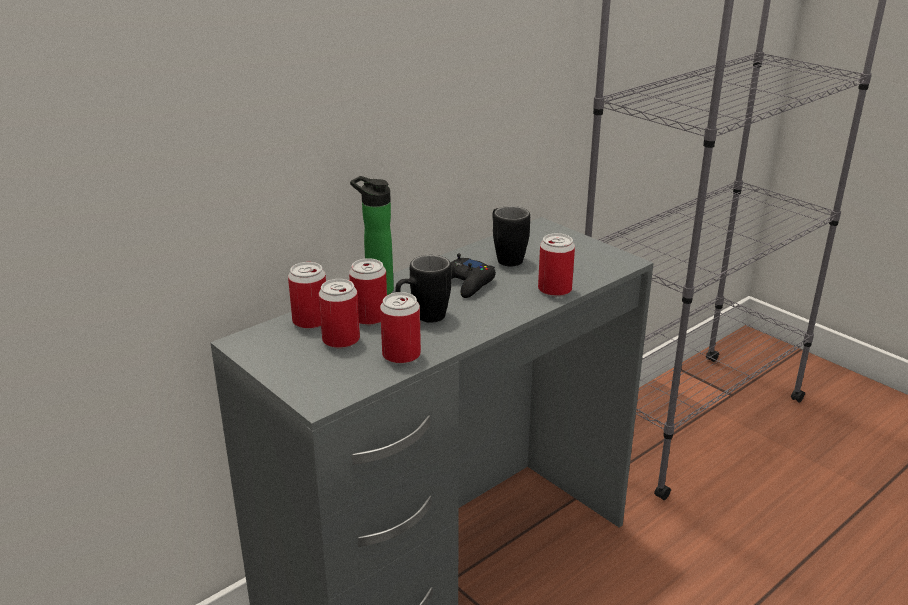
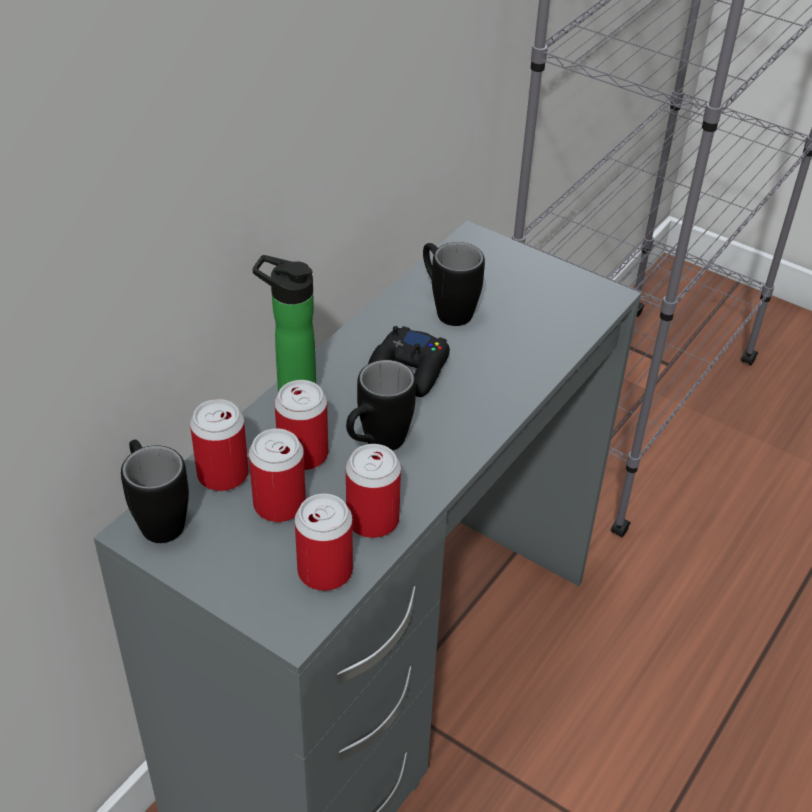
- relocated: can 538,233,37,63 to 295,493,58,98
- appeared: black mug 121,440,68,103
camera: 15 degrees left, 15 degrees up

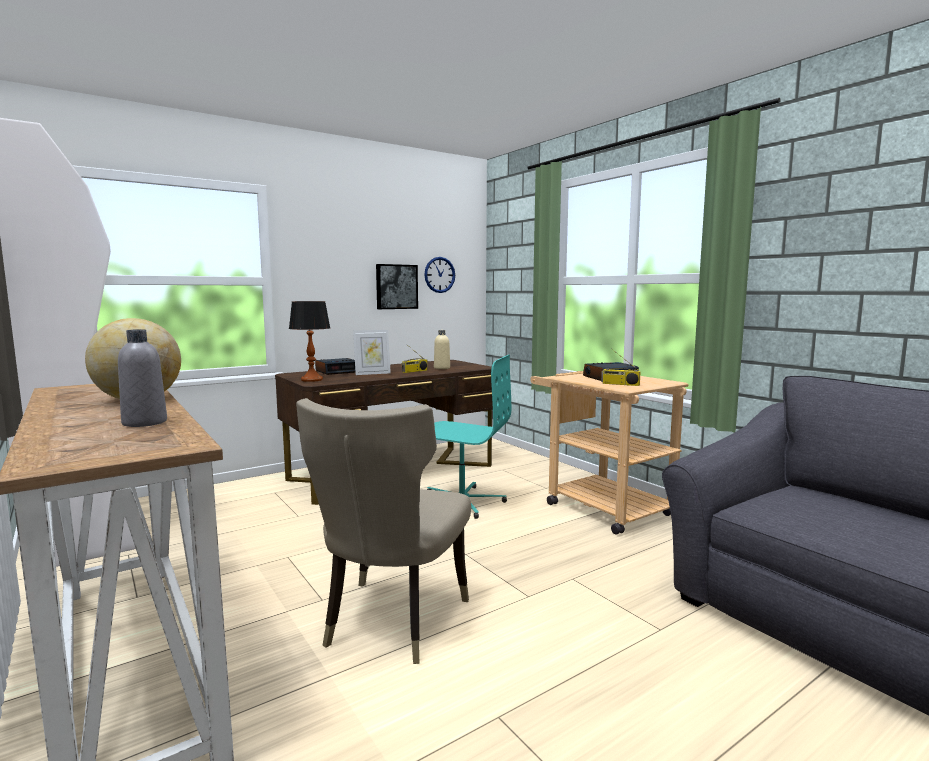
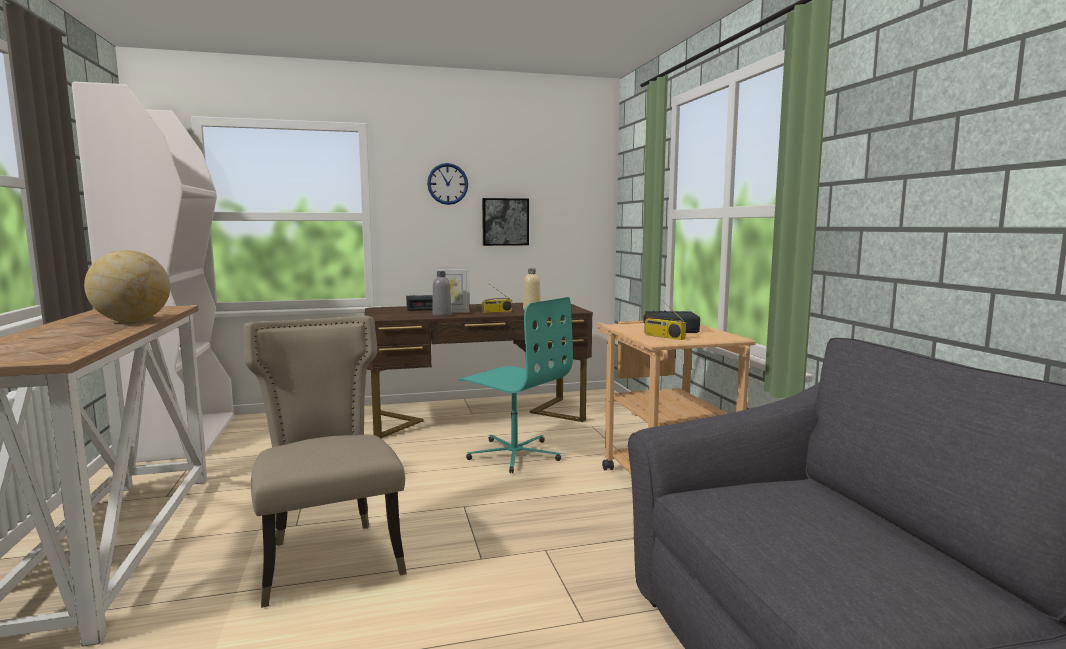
- relocated: wall clock 424,257,31,36 to 427,163,41,42
- missing: table lamp 289,301,41,81
- relocated: grey bottle 118,329,49,98 to 432,271,20,45
- spun: beige chair 296,398,175,266 = 244,316,163,292 120 degrees clockwise
camera: 20 degrees right, 0 degrees up

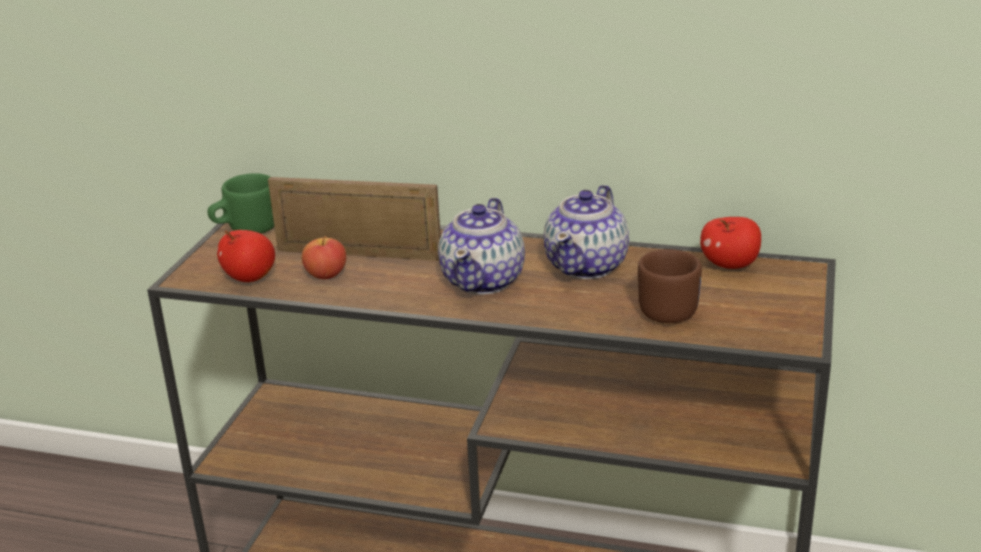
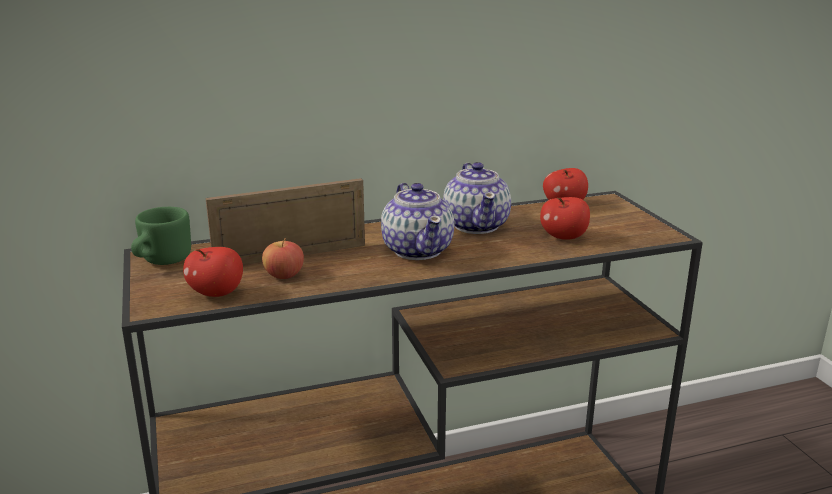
- exchanged: brown mug 638,249,64,74 to apple 540,197,50,43
camera: 35 degrees left, 5 degrees down

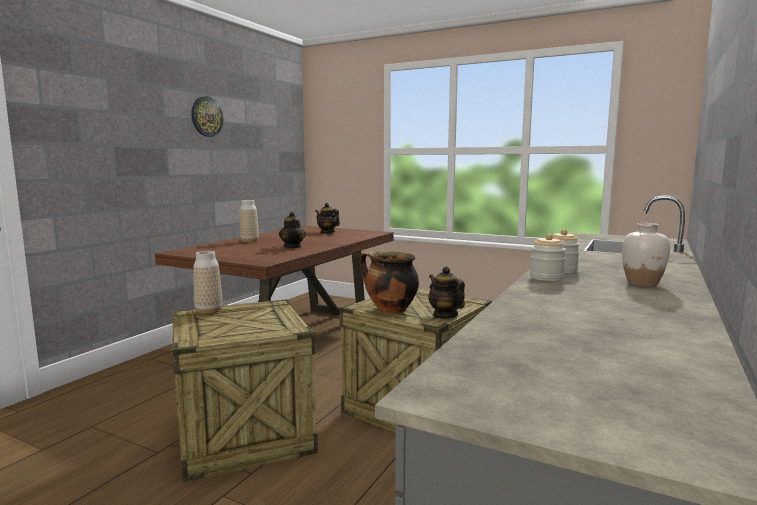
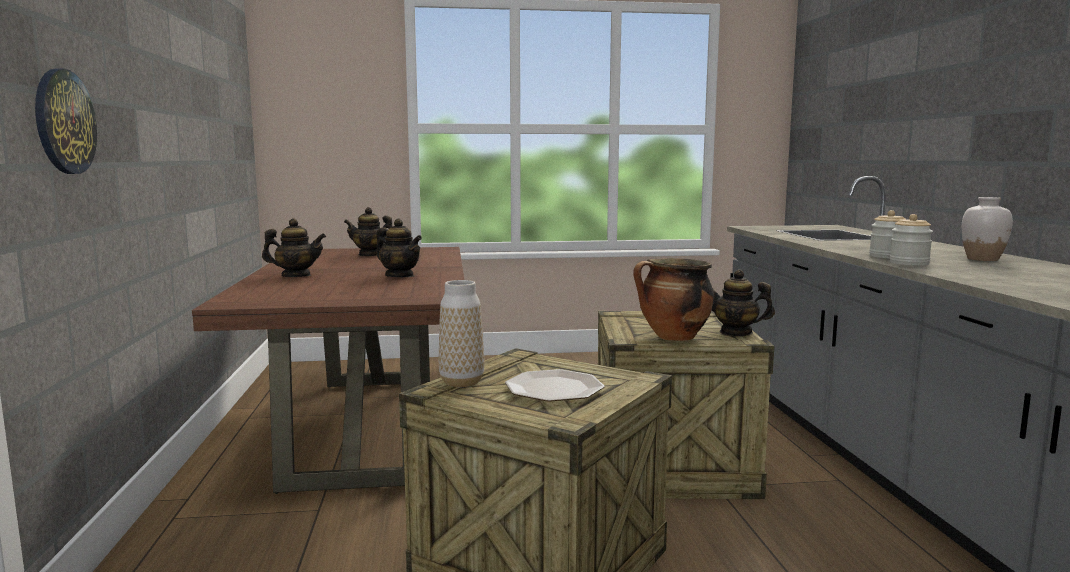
- relocated: wall clock 191,96,32,41 to 35,69,62,105
- exchanged: vase 240,200,19,42 to teapot 262,219,64,58
- appeared: plate 505,369,99,32
camera: 35 degrees left, 0 degrees up

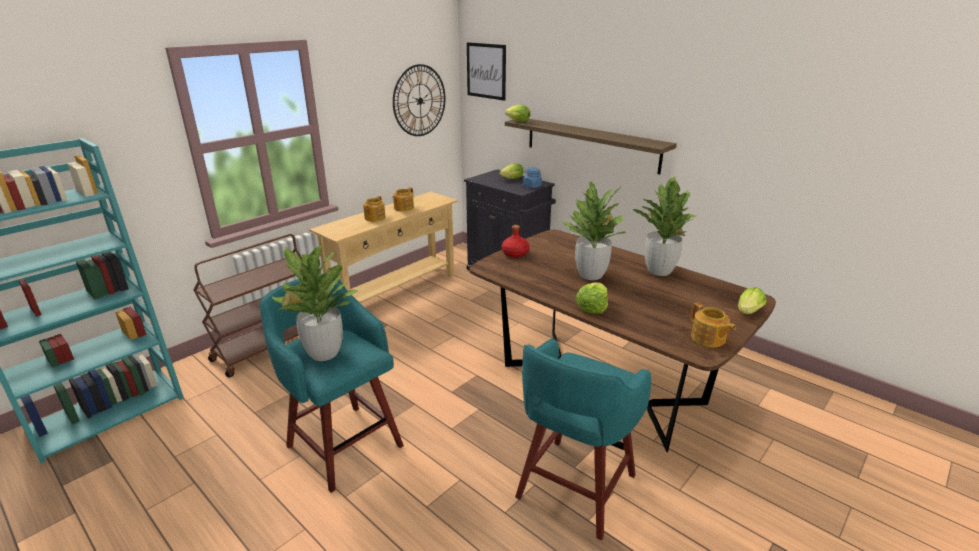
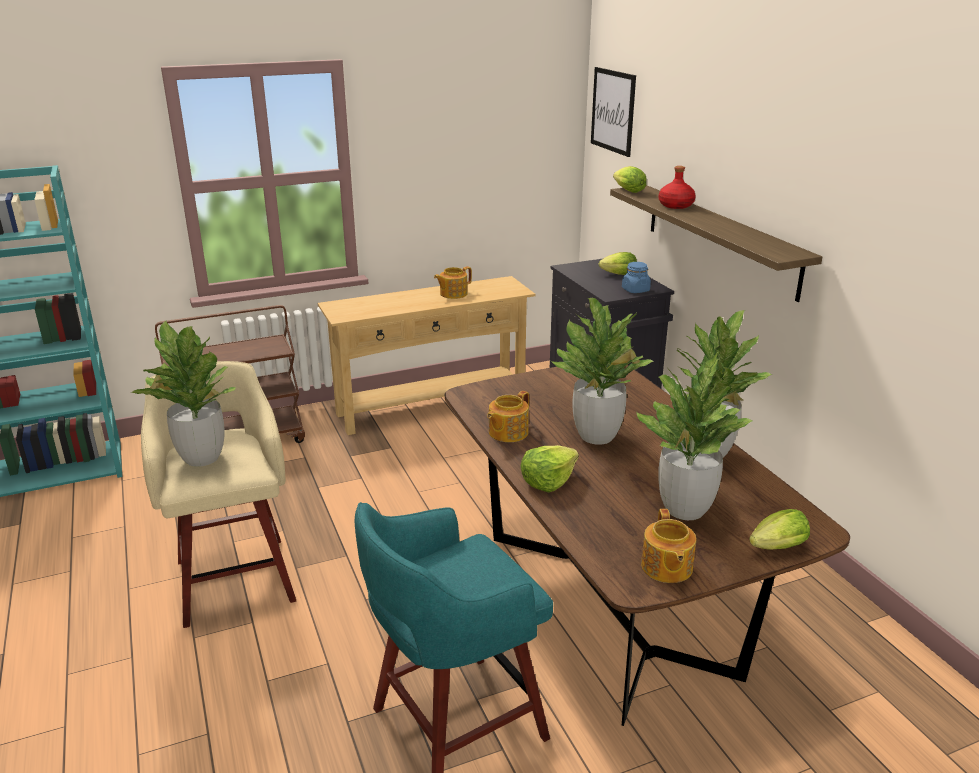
- missing: wall clock 393,64,52,72
- relocated: teapot 363,196,23,26 to 487,391,42,51
- relocated: red bottle 502,225,27,33 to 659,166,37,43
- colour: turquoise stool 260,274,144,219 to beige stool 141,361,155,267
- appeared: potted plant 636,351,116,169
camera: 25 degrees right, 0 degrees up

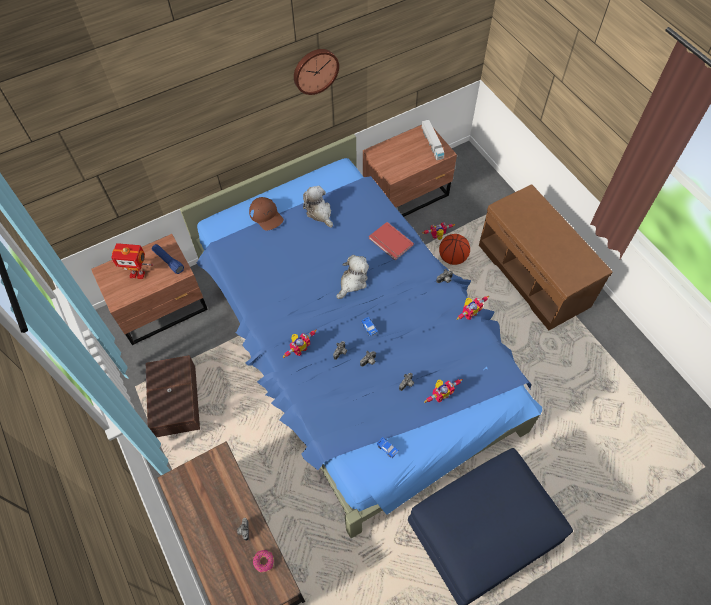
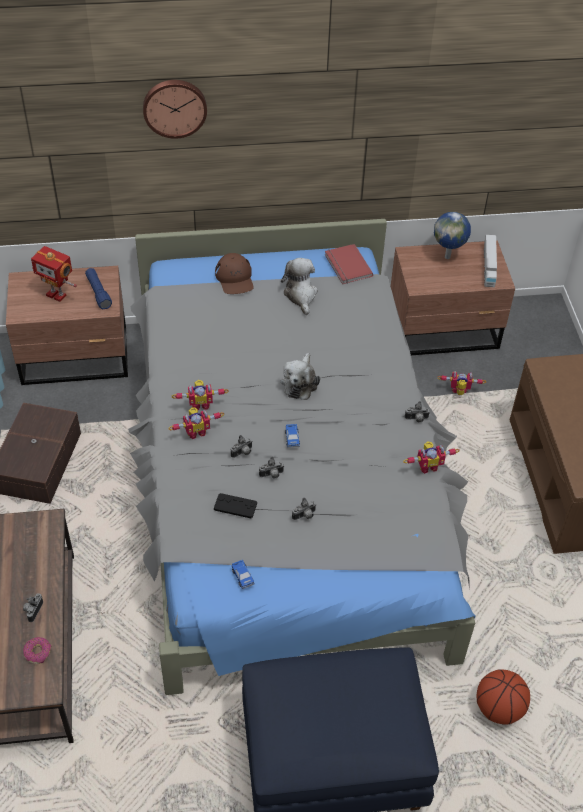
- relocated: wall clock 294,49,45,46 to 143,80,64,59
- colour: blue bed 180,134,362,404 to grey bed 128,219,348,476
- relocated: red book 369,222,45,38 to 325,244,48,40
- relocated: basketball 439,234,31,31 to 477,669,53,56
- spun: plush toy 337,255,32,44 = 281,353,39,47 135 degrees clockwise
- relocated: toy robot 424,379,39,24 to 172,380,57,30
- appeared: globe 434,212,37,47
- appeared: black game controller 214,493,43,25
camera: 20 degrees right, 10 degrees down

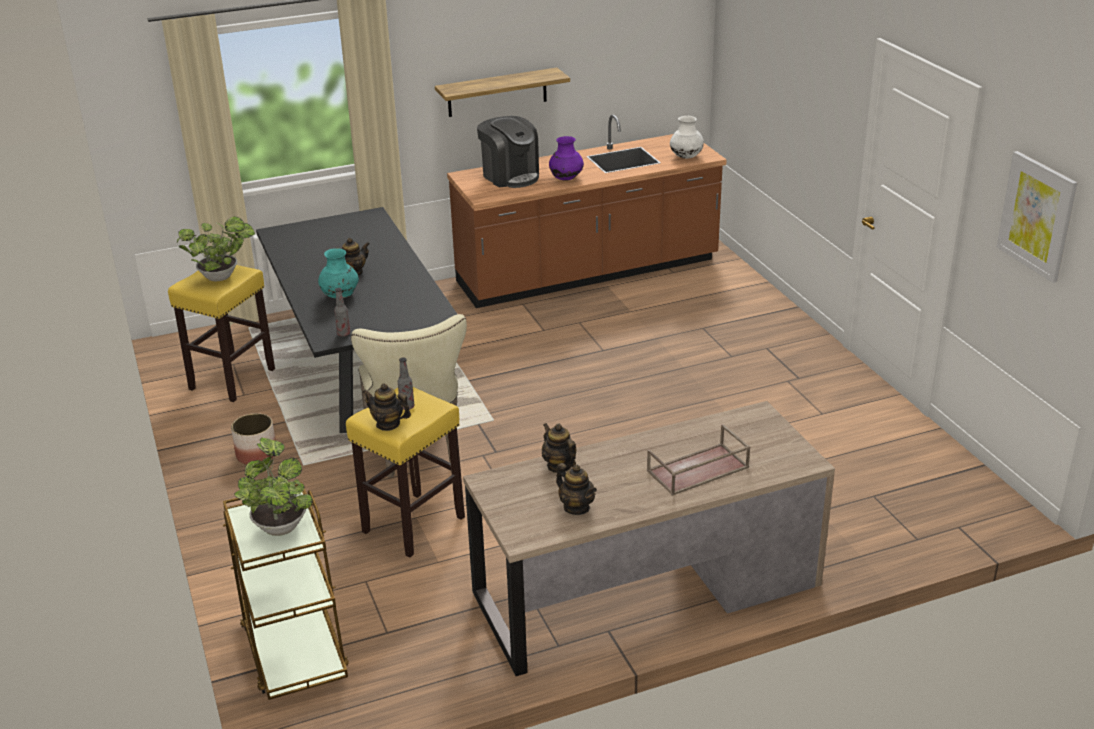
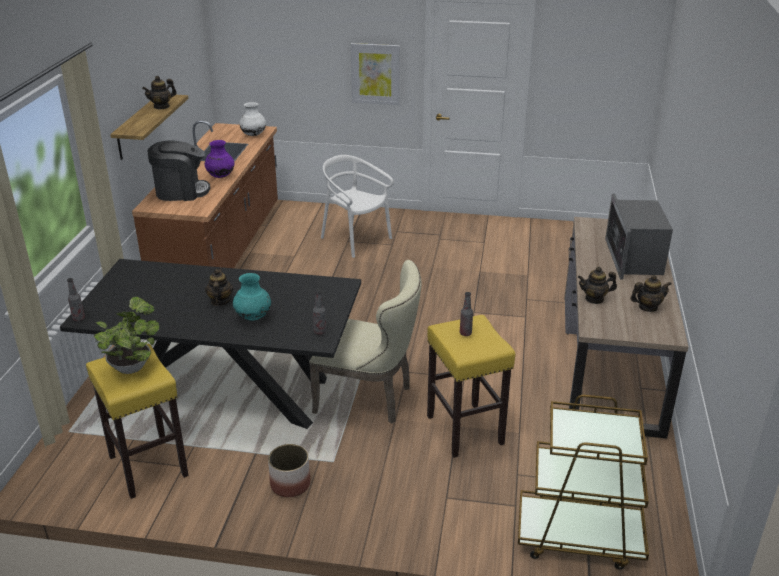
- relocated: picture 997,151,80,132 to 350,43,50,62
- relocated: teapot 362,384,49,47 to 142,76,34,34
- exchanged: brown tray 647,424,103,72 to microwave 605,194,68,85
- missing: potted plant 234,437,79,99
- appeared: white chair 321,155,73,103
- appeared: bottle 67,278,18,43
camera: 60 degrees left, 0 degrees up

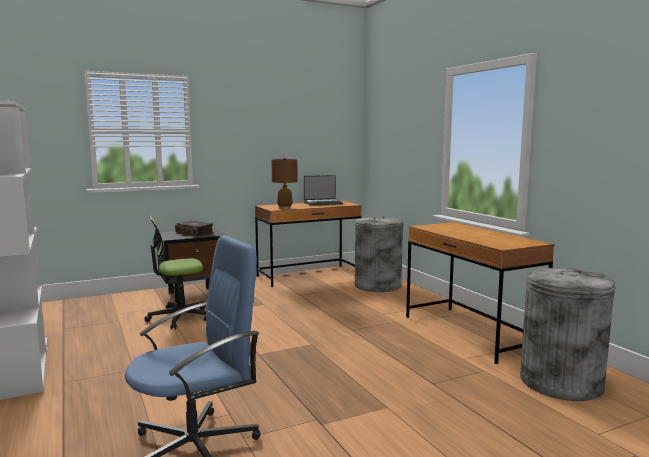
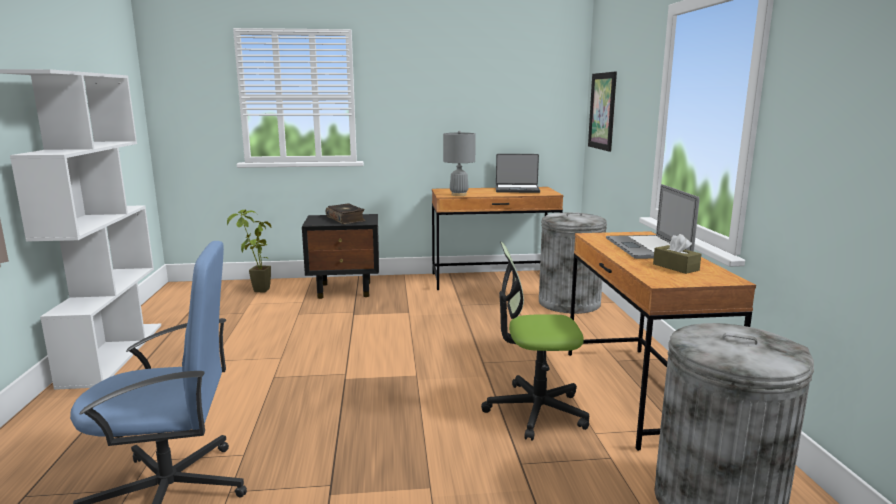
- colour: brown table lamp 272,157,26,52 to grey table lamp 443,131,33,65
- relocated: office chair 144,215,62,115 to 481,242,108,199
- appeared: picture 588,72,29,80
- appeared: laptop 606,184,93,75
- appeared: potted plant 227,210,44,83
- appeared: brown tissue box 653,234,48,40
camera: 20 degrees right, 5 degrees up

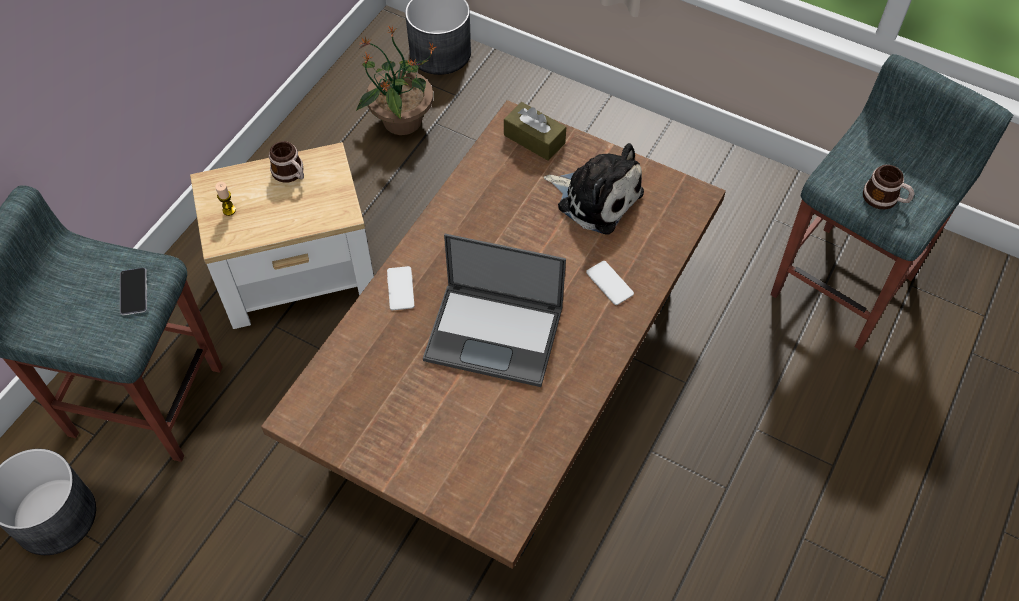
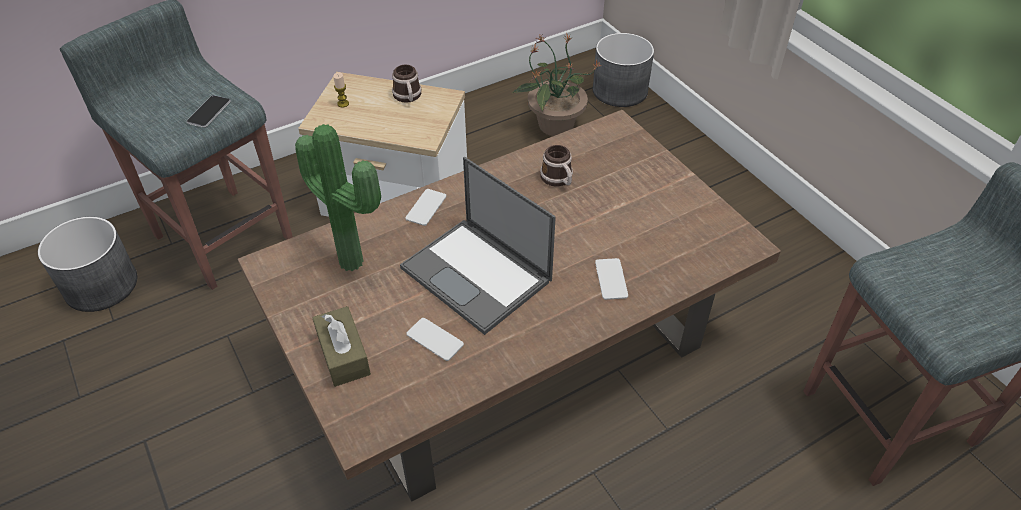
- relocated: brown tissue box 504,102,62,59 to 313,306,58,81
- missing: plush toy 544,143,100,92
- relocated: mug 863,165,52,44 to 540,145,33,42
- appeared: potted plant 295,124,86,147
- appeared: phone 406,318,58,43
camera: 30 degrees right, 10 degrees down

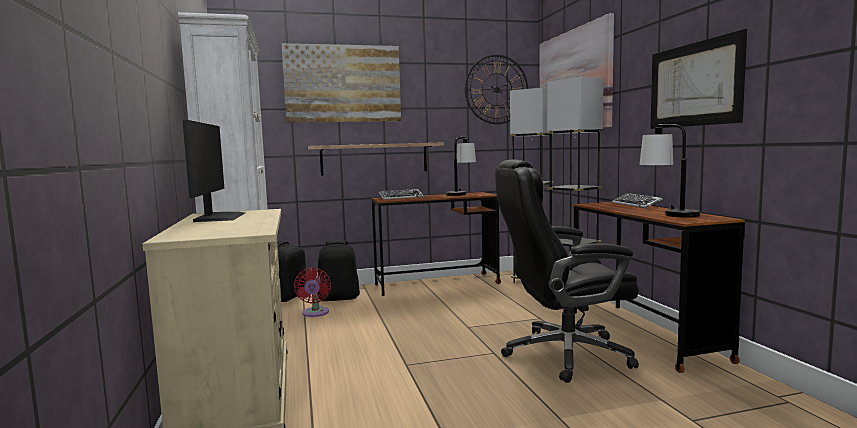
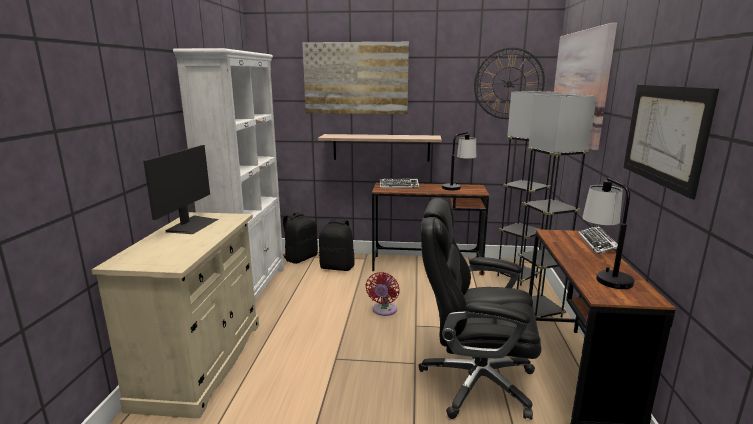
- relocated: red fan 294,267,37,50 to 366,272,34,44
camera: 20 degrees right, 10 degrees up

